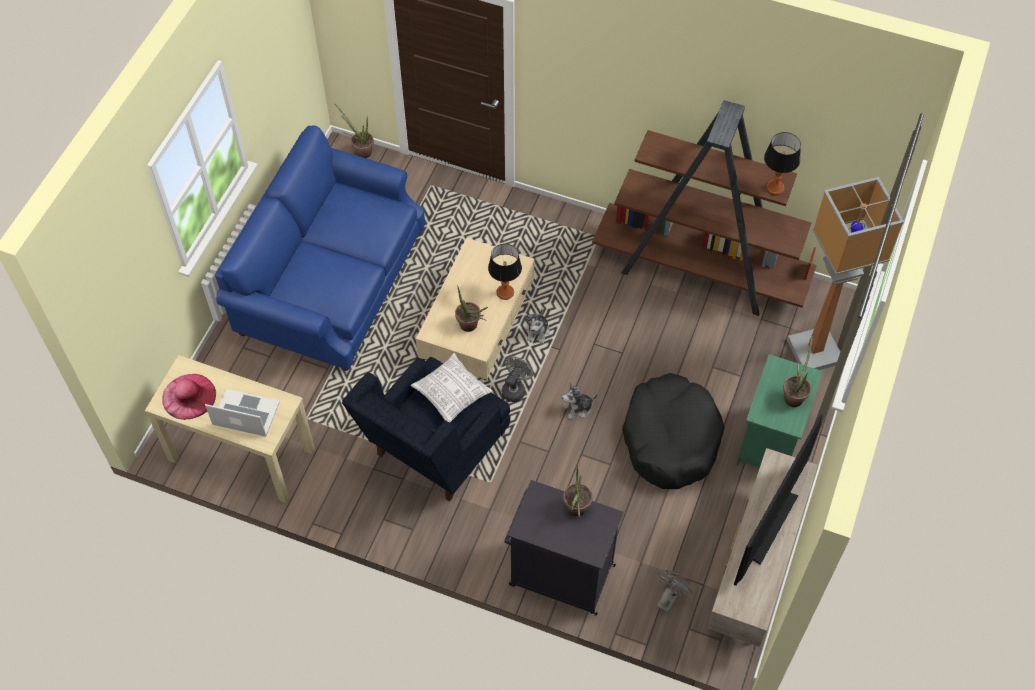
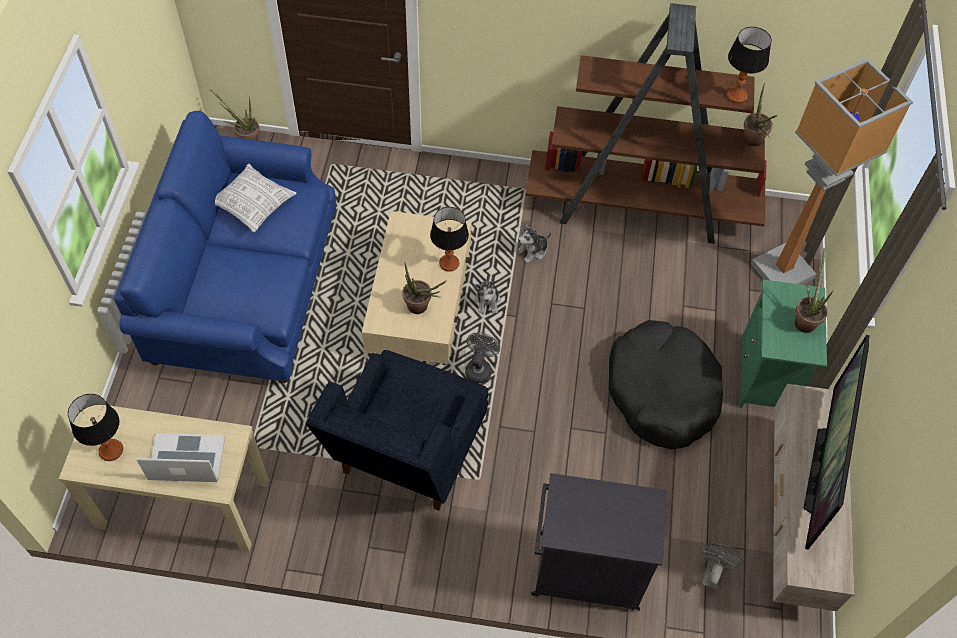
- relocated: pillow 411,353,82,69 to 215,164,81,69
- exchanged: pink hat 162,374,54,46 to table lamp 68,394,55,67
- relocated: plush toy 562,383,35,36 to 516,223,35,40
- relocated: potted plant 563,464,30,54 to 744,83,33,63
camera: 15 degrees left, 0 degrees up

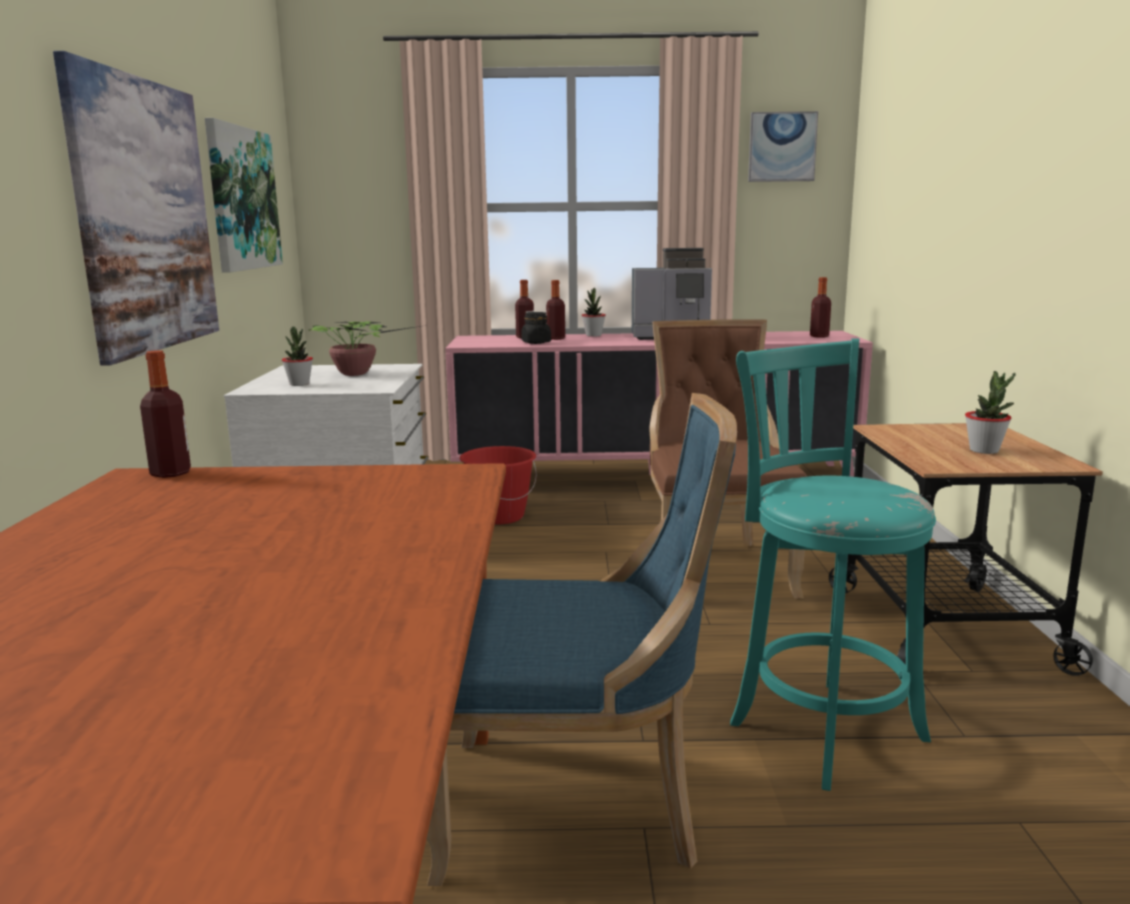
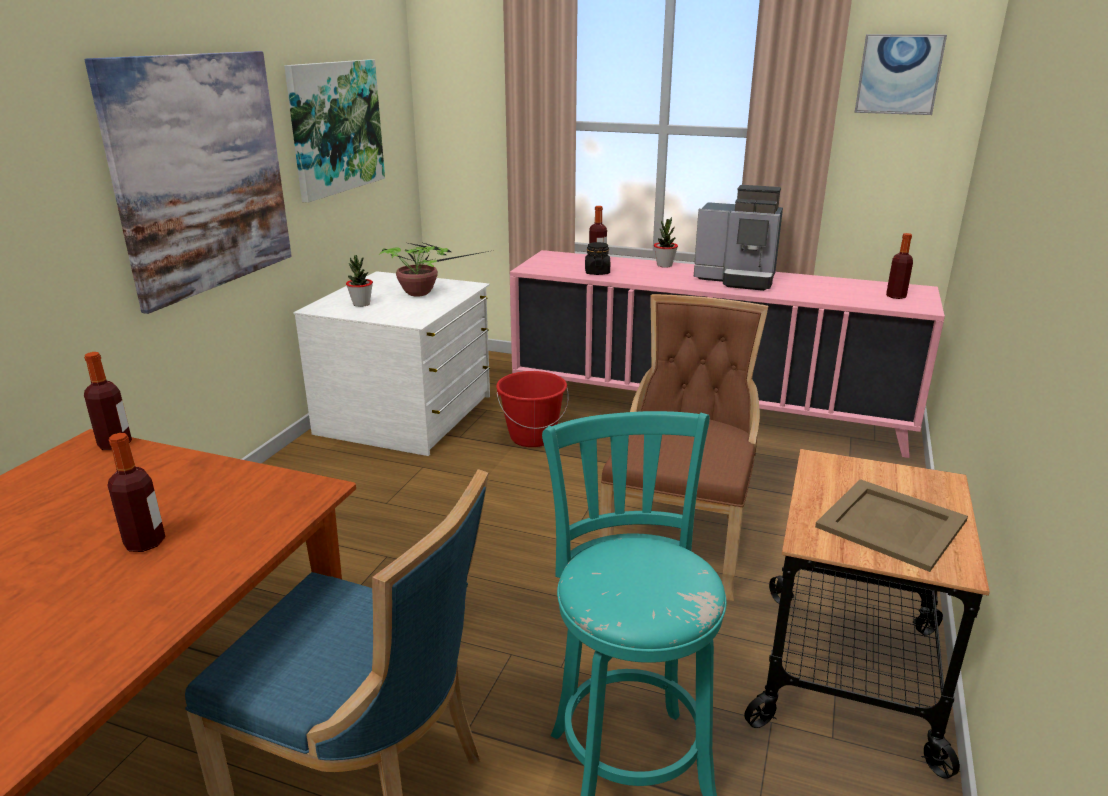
- relocated: bottle 546,280,19,60 to 107,433,59,119
- exchanged: potted plant 965,371,51,83 to beige tray 815,479,153,93
camera: 20 degrees right, 10 degrees up

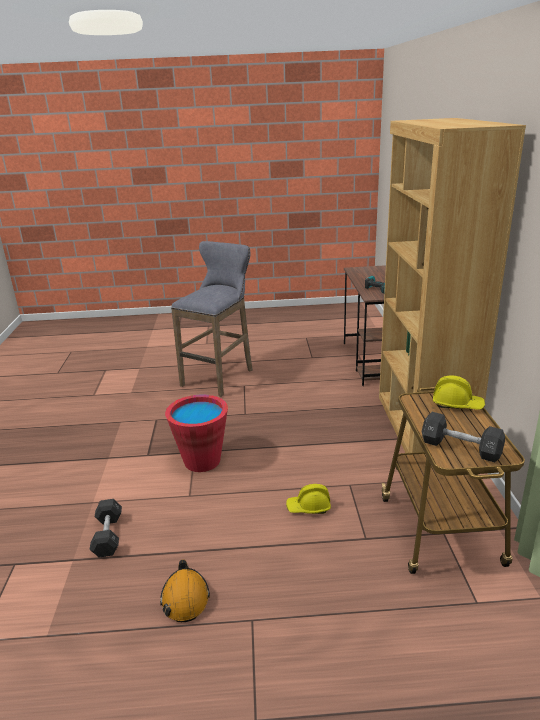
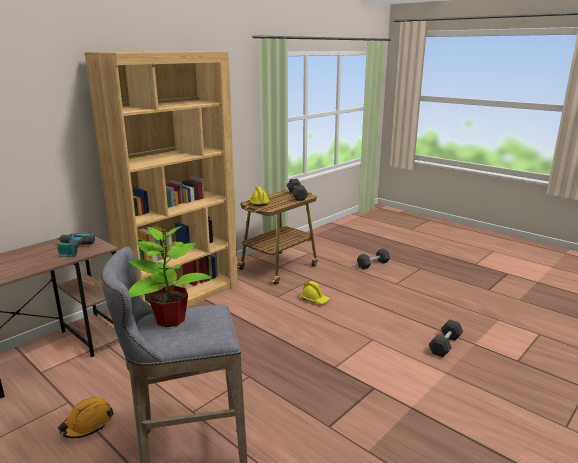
- missing: red bucket 165,395,63,77
- relocated: orange hard hat 160,560,50,62 to 58,397,56,41
- appeared: potted plant 127,225,85,103
- appeared: black dumbbell 357,248,33,21
camera: 135 degrees left, 5 degrees down

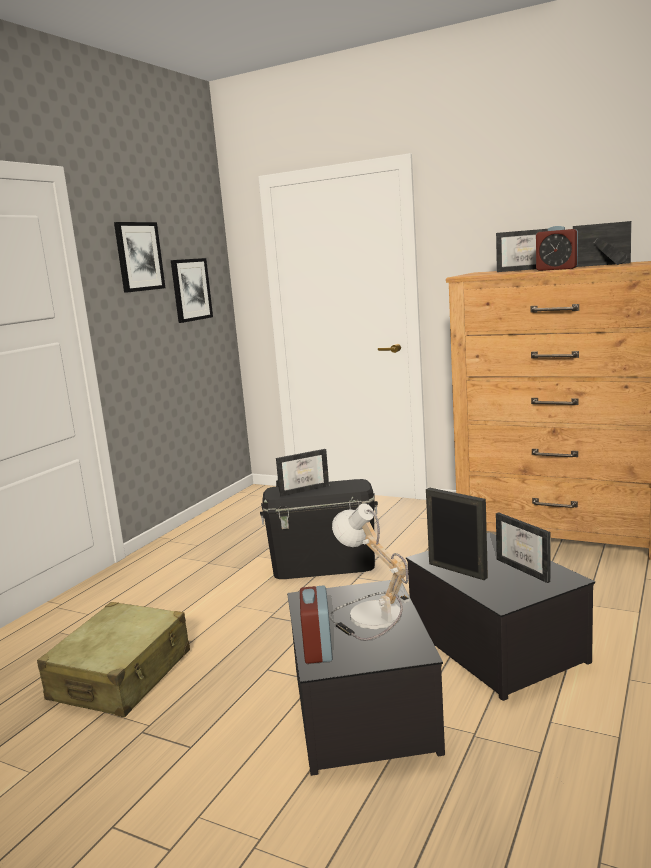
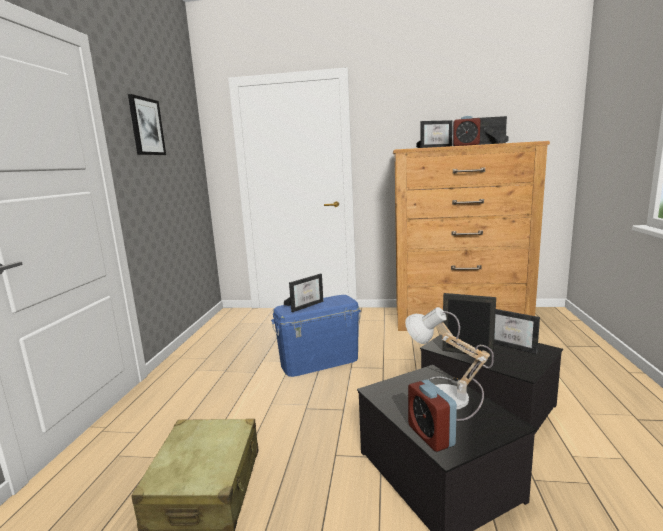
- missing: picture 171,258,42,65
- colour: black storage box 260,479,118,100 to blue storage box 271,295,90,82
camera: 20 degrees left, 0 degrees up

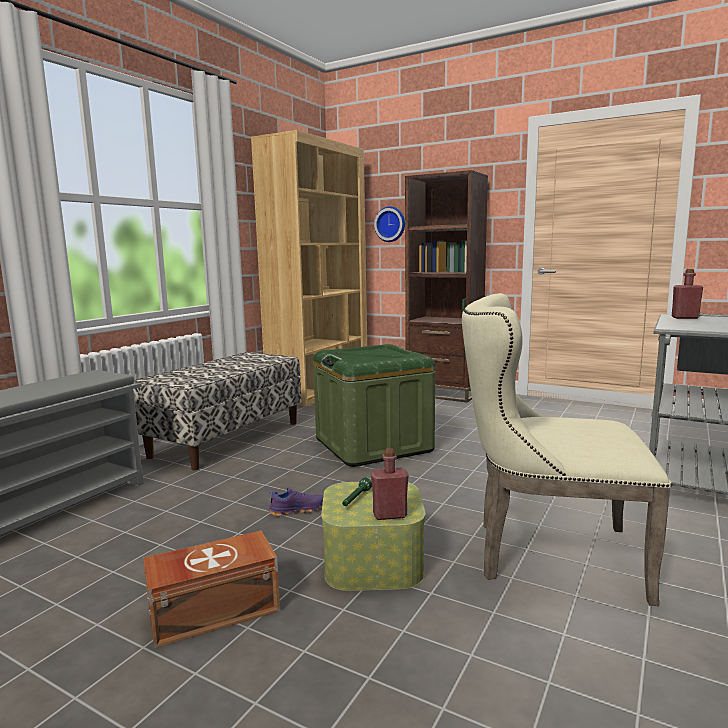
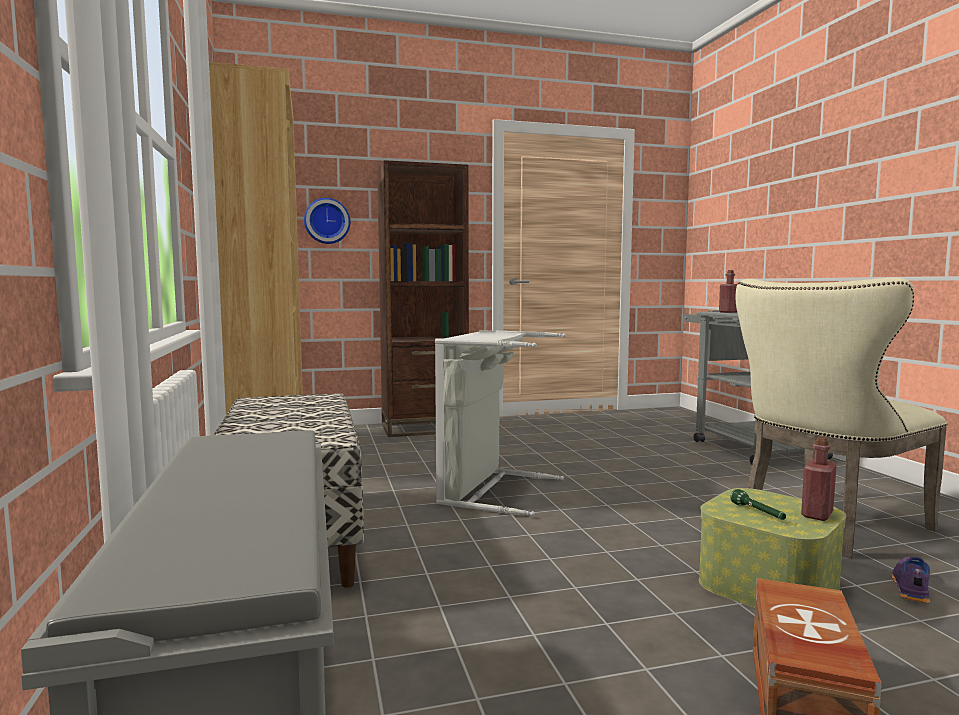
- exchanged: green storage box 313,344,122,123 to grey laundry basket 435,330,131,186
- relocated: purple shoe 269,487,54,29 to 892,557,38,47
camera: 45 degrees left, 5 degrees down

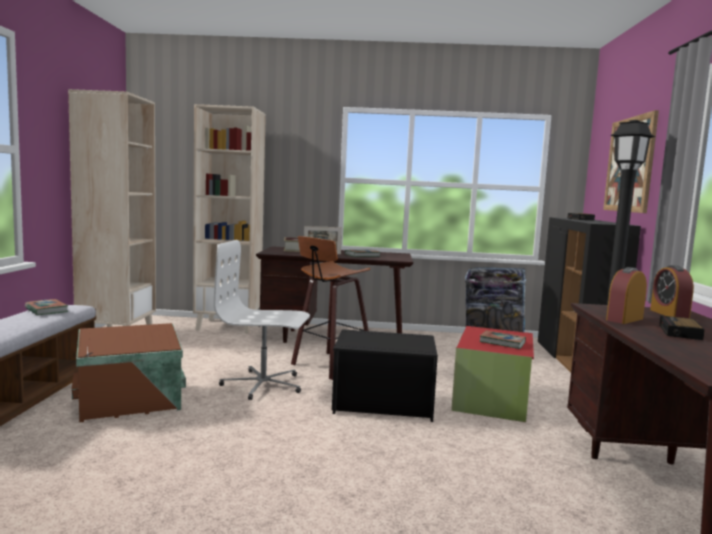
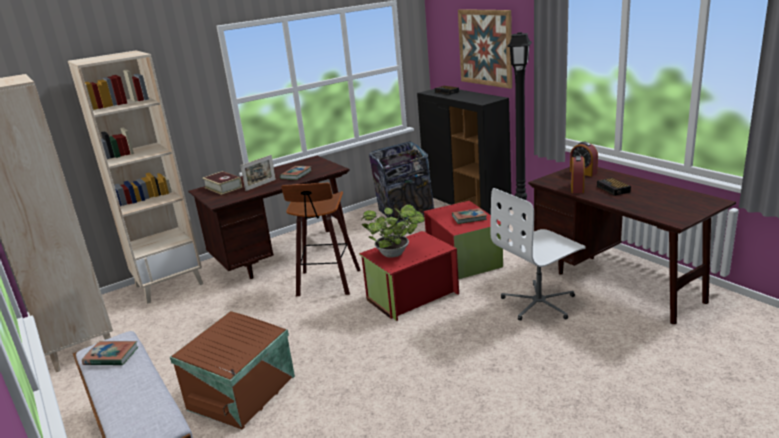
- relocated: white office chair 214,240,96,160 to 490,188,96,133
- colour: black storage box 332,329,106,93 to red storage box 359,231,100,90
- appeared: potted plant 361,204,64,54
camera: 35 degrees left, 15 degrees up

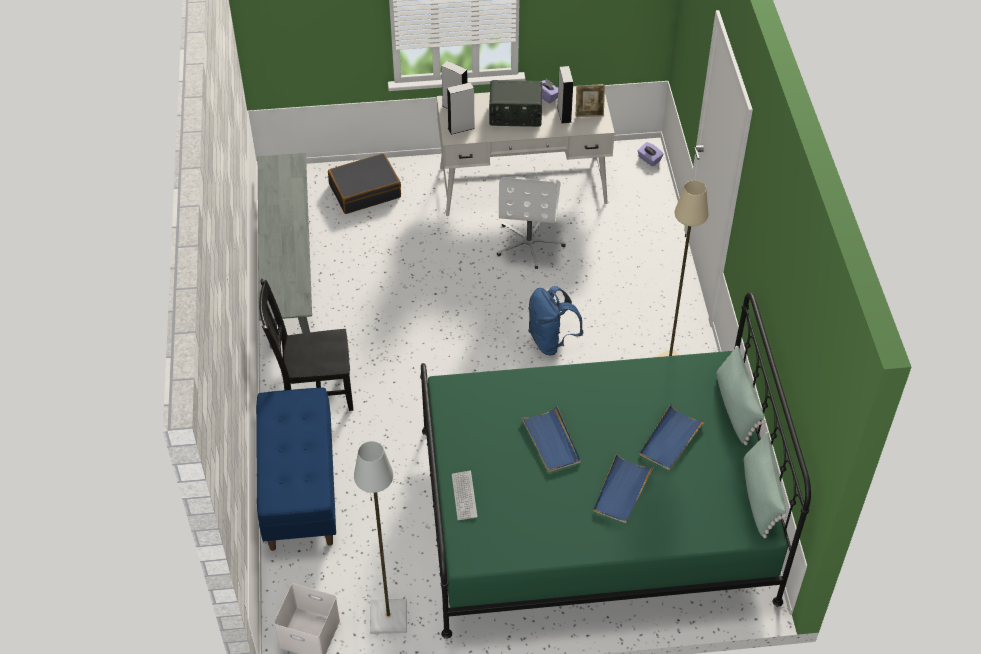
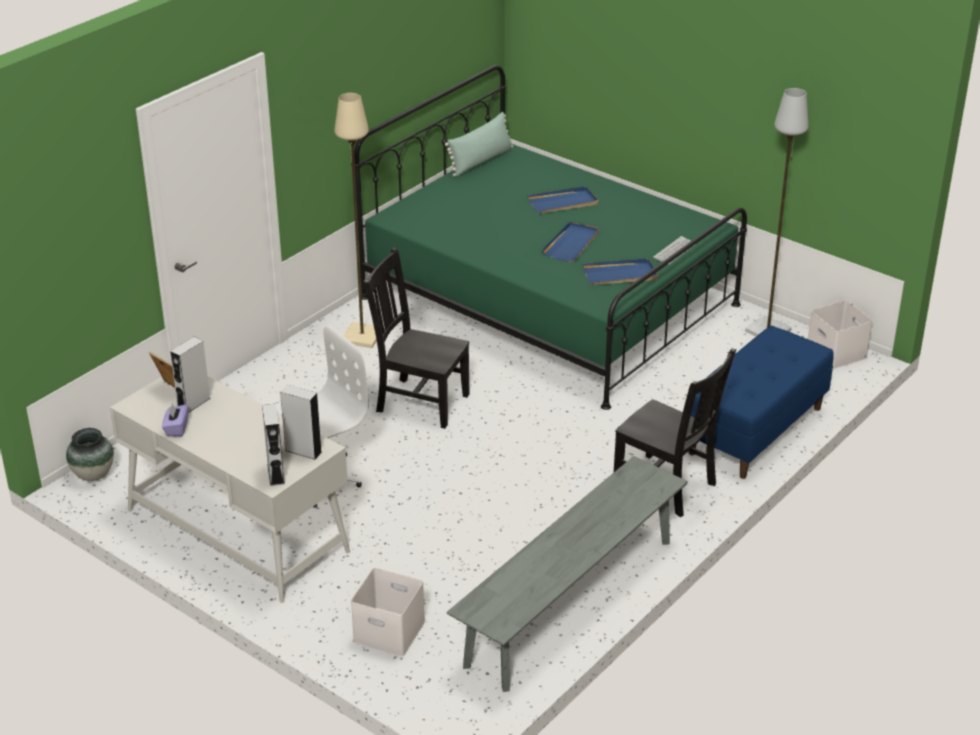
- missing: radio 489,80,53,47
- exchanged: purple tissue box 638,142,25,24 to vase 66,428,48,53
- exchanged: black suitcase 328,153,73,61 to white storage box 351,567,74,90
- exchanged: blue backpack 528,286,55,69 to black chair 363,248,107,181
- missing: green pillow 716,346,50,99
- relocated: blue tray 639,404,66,66 to 583,258,75,27
camera: 135 degrees left, 15 degrees down

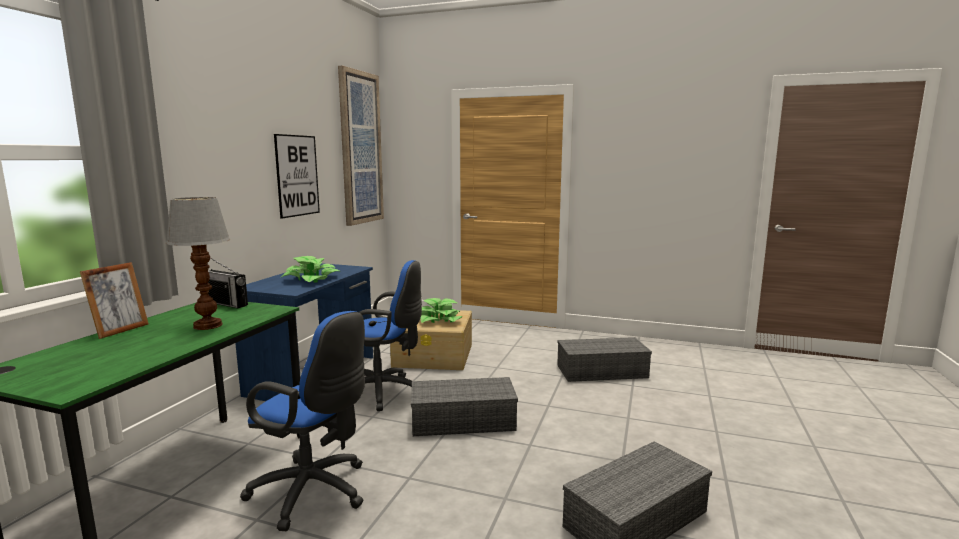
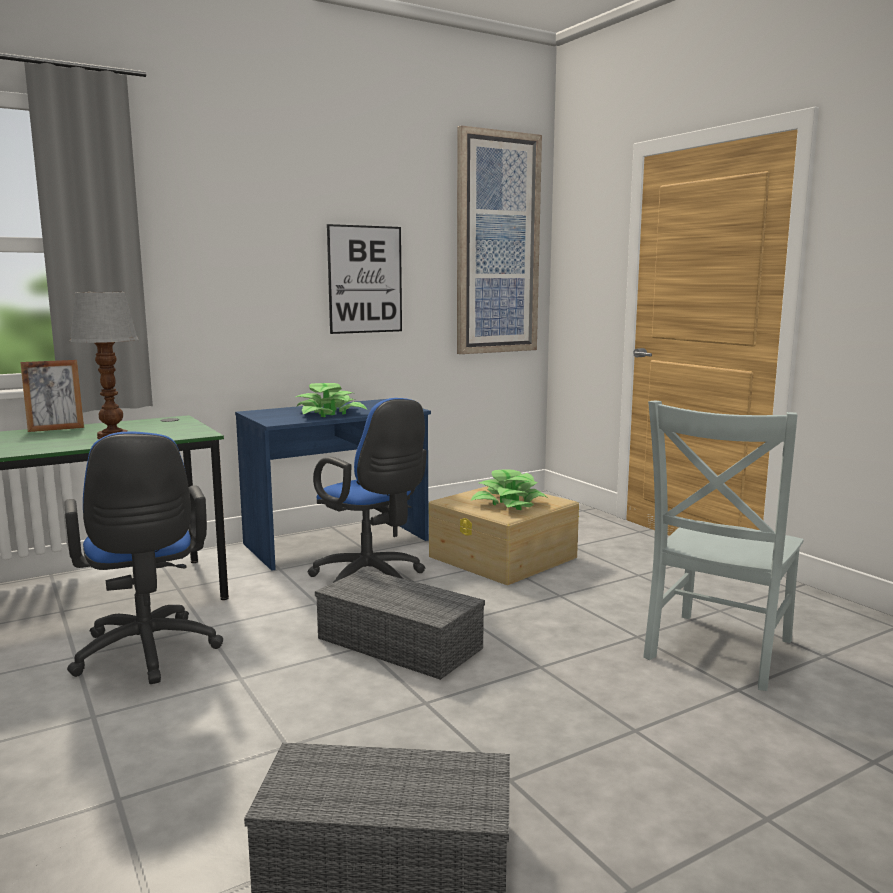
- missing: radio 208,258,40,50
- exchanged: grey storage box 557,337,95,45 to grey chair 643,400,161,291
camera: 40 degrees right, 0 degrees up

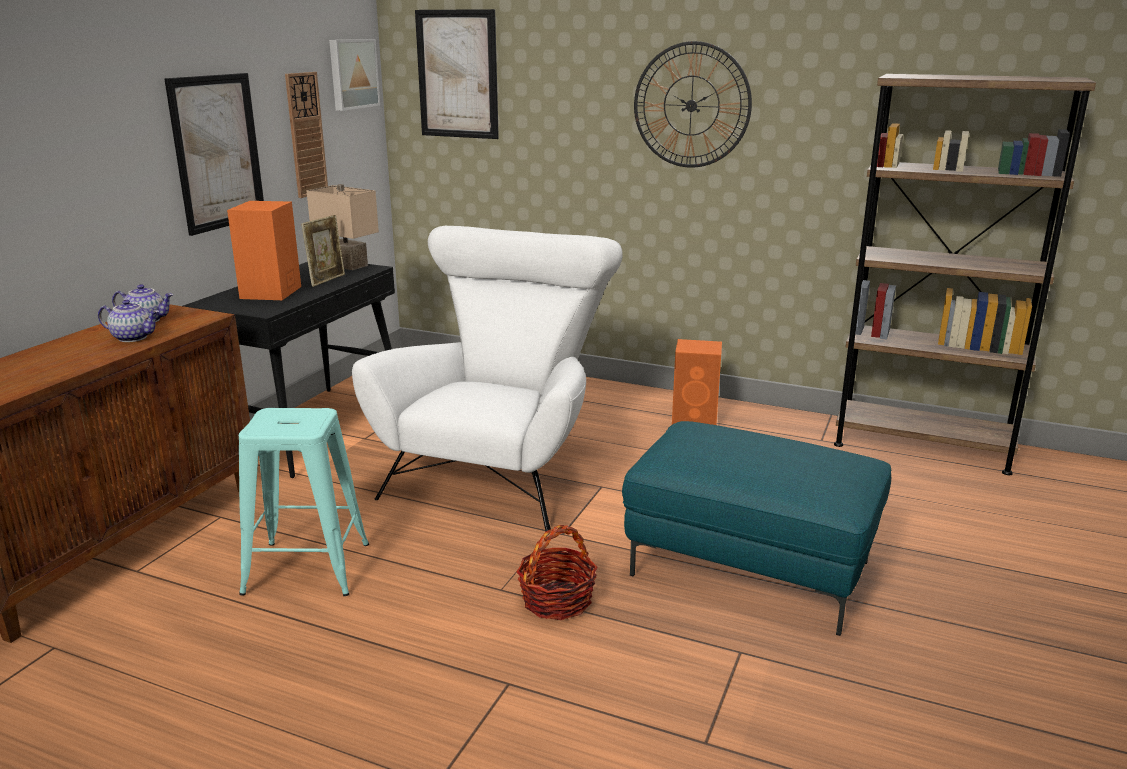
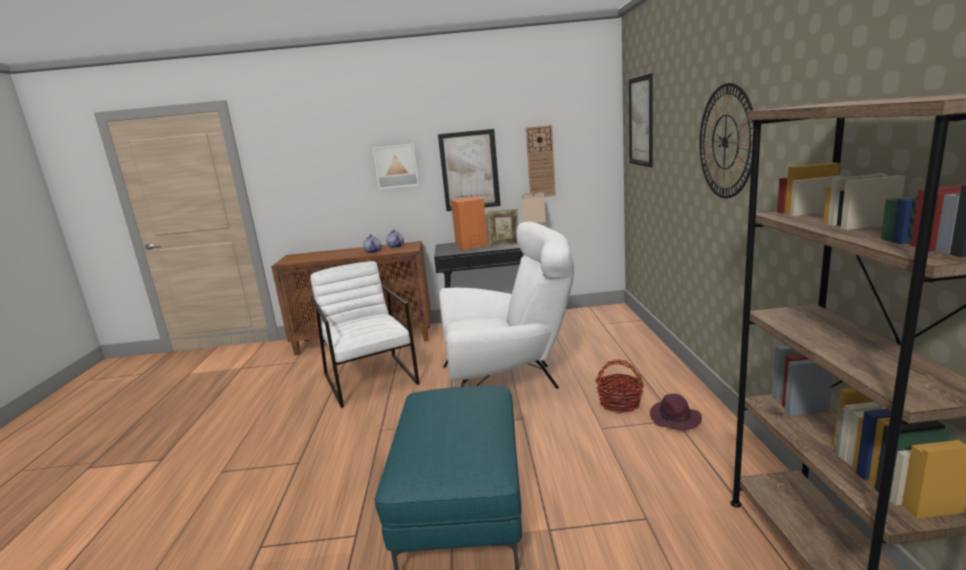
- relocated: picture 329,39,51,72 to 373,144,47,45
- exchanged: orange speaker 672,339,50,86 to purple hat 650,394,52,36
- exchanged: turquoise stool 239,408,130,188 to white armchair 310,261,110,147
- relocated: basket 516,525,82,95 to 595,359,49,54
camera: 65 degrees right, 5 degrees down

